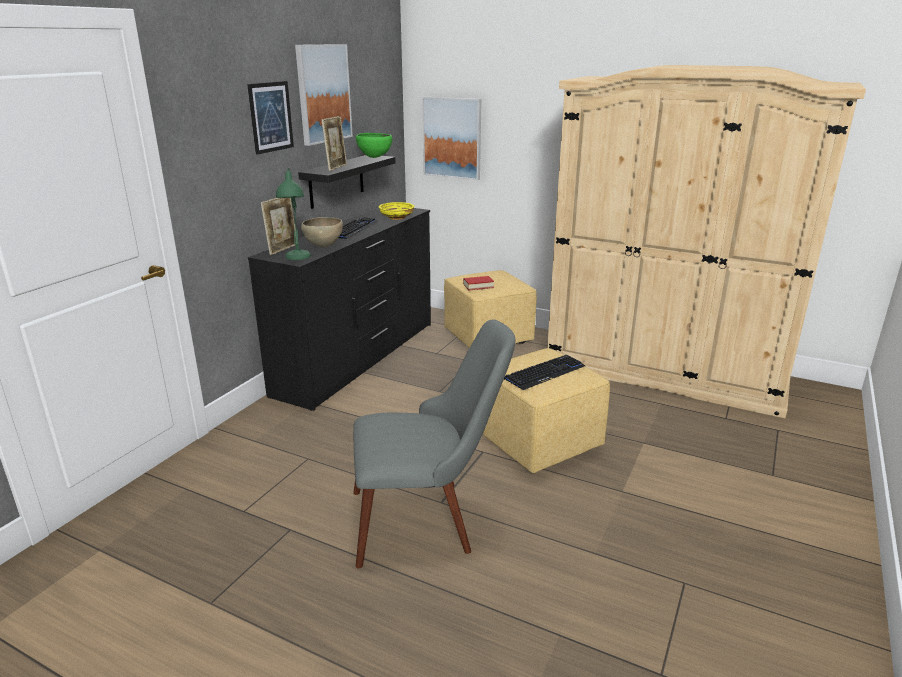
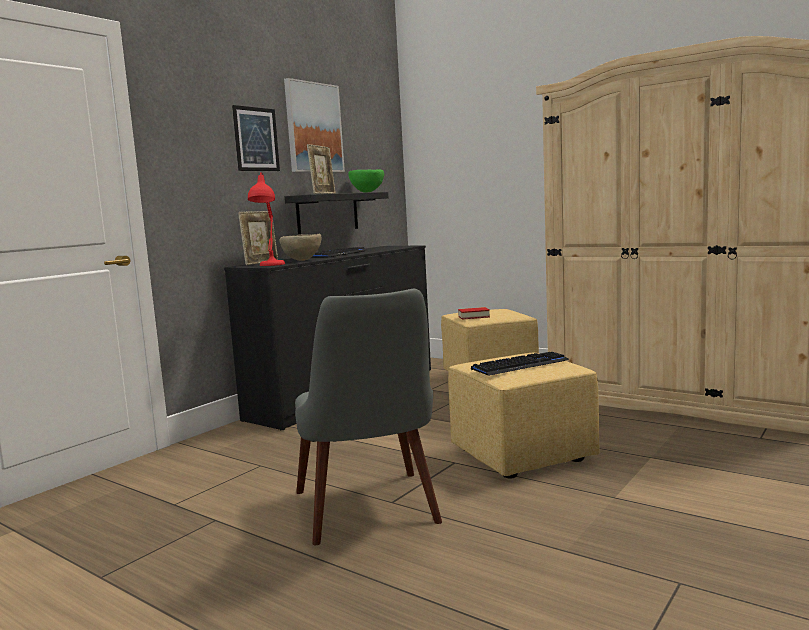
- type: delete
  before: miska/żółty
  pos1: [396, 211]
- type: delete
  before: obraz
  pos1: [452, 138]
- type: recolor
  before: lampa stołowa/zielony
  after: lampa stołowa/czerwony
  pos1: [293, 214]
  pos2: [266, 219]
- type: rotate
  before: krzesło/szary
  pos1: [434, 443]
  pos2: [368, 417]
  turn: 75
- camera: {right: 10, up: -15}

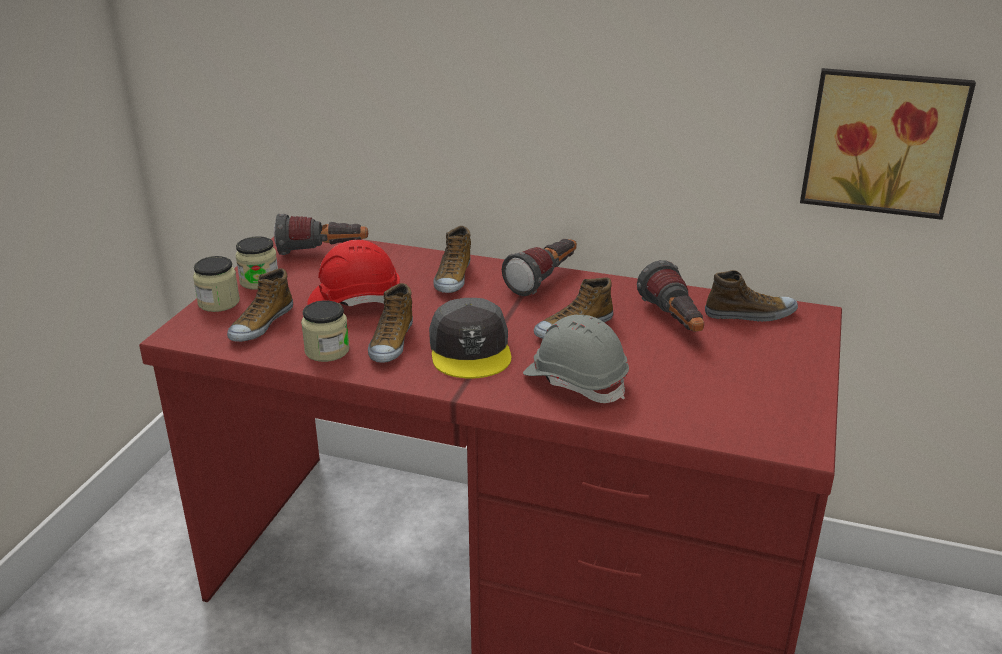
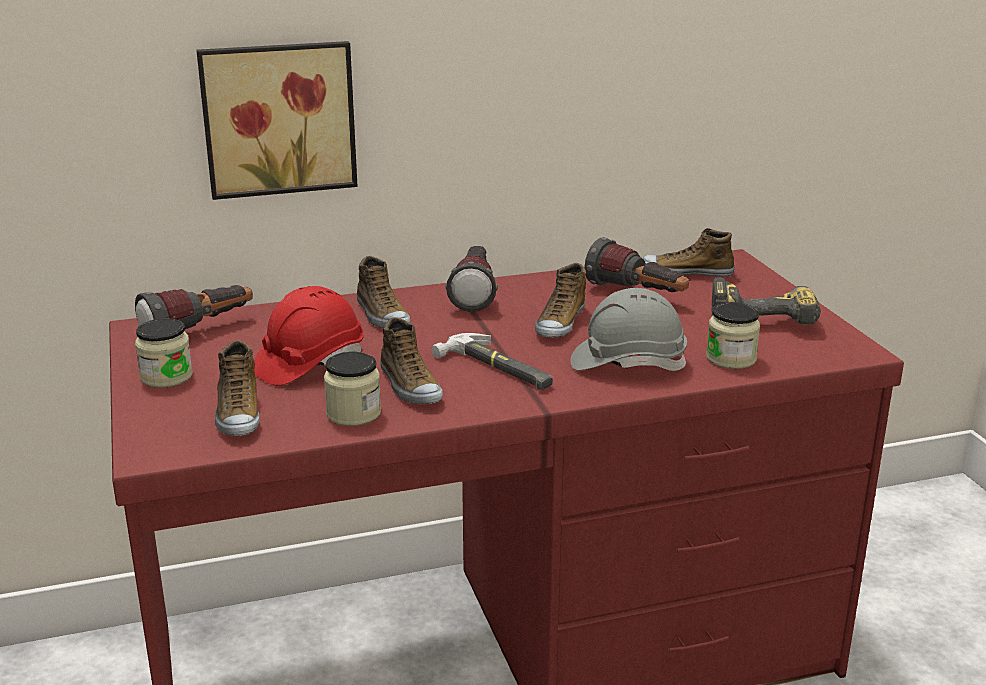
- type: insert
  after: wiertarka
  pos2: [766, 301]
- type: move
  before: słoik
  pos1: [216, 284]
  pos2: [733, 335]
- type: move
  before: obraz
  pos1: [888, 144]
  pos2: [277, 120]
- type: replace
  before: czapka z daszkiem/szary
  after: młotek
  pos1: [470, 338]
  pos2: [492, 361]
- type: rotate
  before: but
  pos1: [751, 296]
  pos2: [688, 252]
  turn: -135
- camera: {right: -35, up: -5}

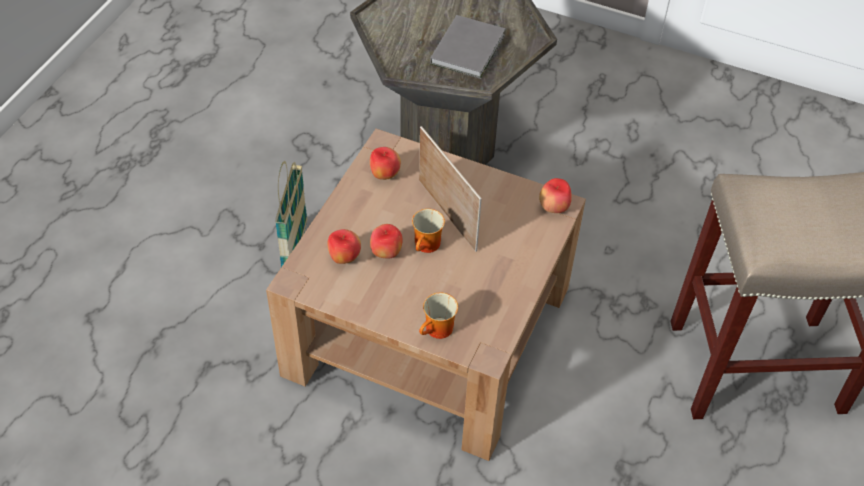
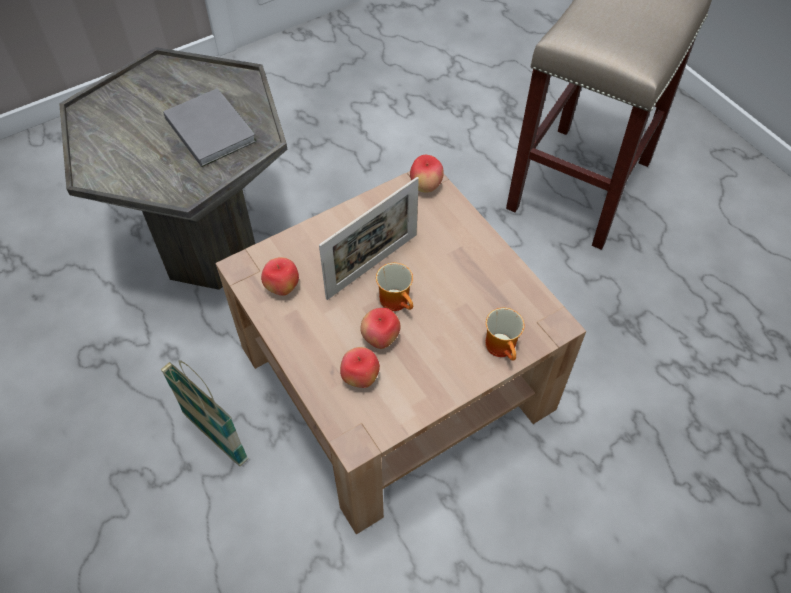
- type: rotate
  before: ramka na zdjęcie
  pos1: [450, 189]
  pos2: [369, 238]
  turn: 135
- camera: {right: -55, up: 5}

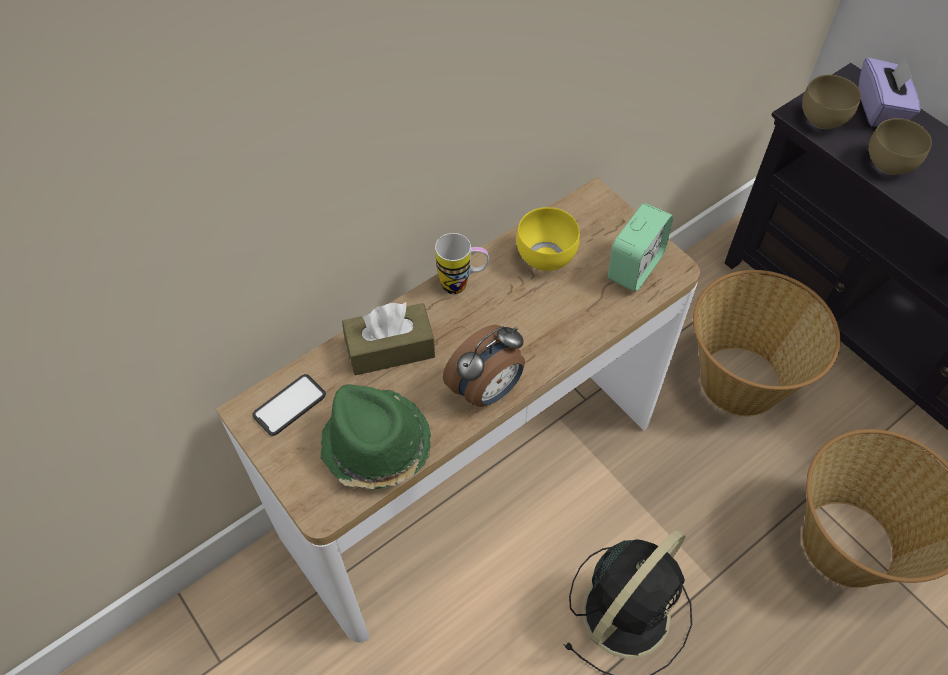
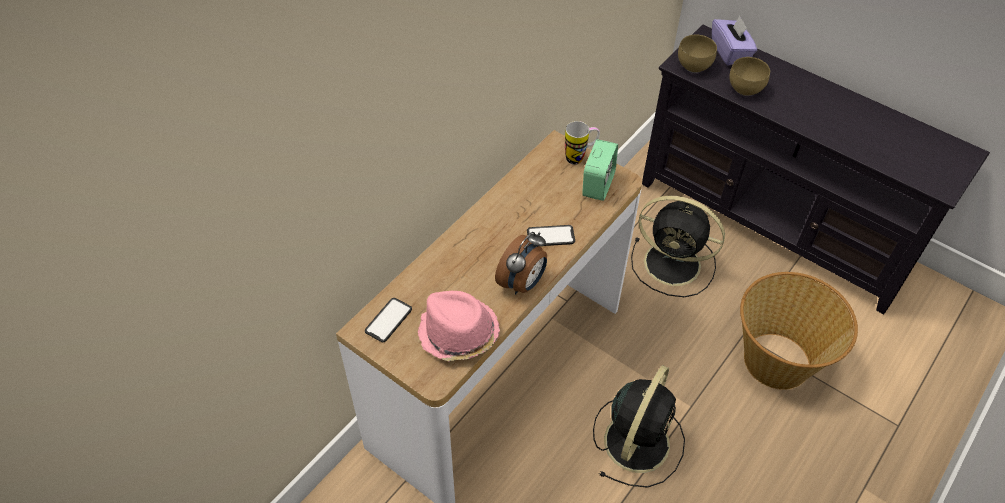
- type: delete
  before: pudełko chusteczek/brązowy
  pos1: [388, 339]
- type: delete
  before: miska/żółty
  pos1: [548, 239]
- type: insert
  after: telefon
  pos2: [551, 235]
- type: move
  before: kubek
  pos1: [462, 263]
  pos2: [582, 143]
- type: replace
  before: koszyk
  after: wentylator/czarny
  pos1: [766, 343]
  pos2: [678, 246]
- type: recolor
  before: kapelusz/zielony
  after: kapelusz/różowy
  pos1: [375, 436]
  pos2: [459, 326]
- camera: {right: -15, up: -5}

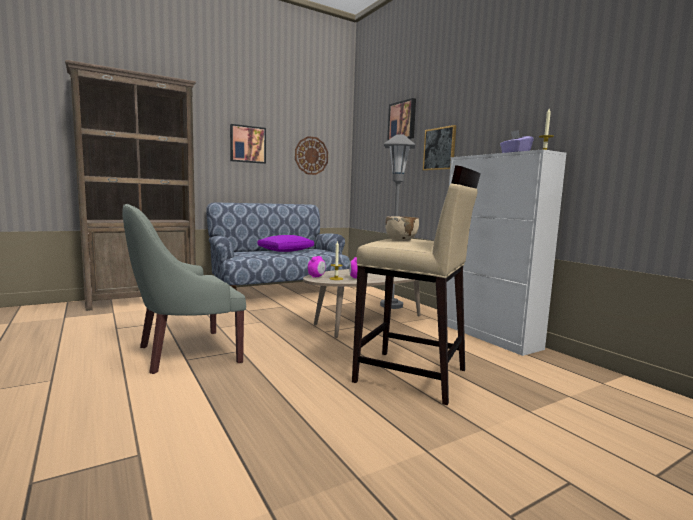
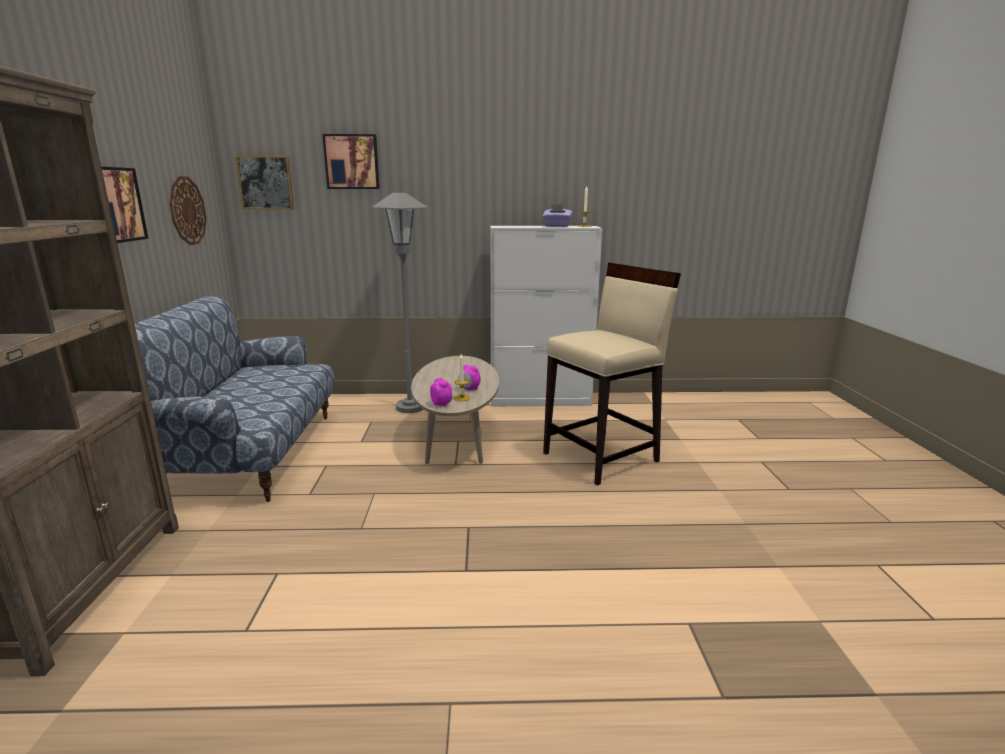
- type: delete
  before: fotel/szary
  pos1: [184, 289]
- type: delete
  before: poduszka/fioletowy
  pos1: [286, 243]
- type: delete
  before: miska/beżowy
  pos1: [402, 228]
- type: move
  before: obraz
  pos1: [439, 148]
  pos2: [264, 182]
- camera: {right: -60, up: 10}

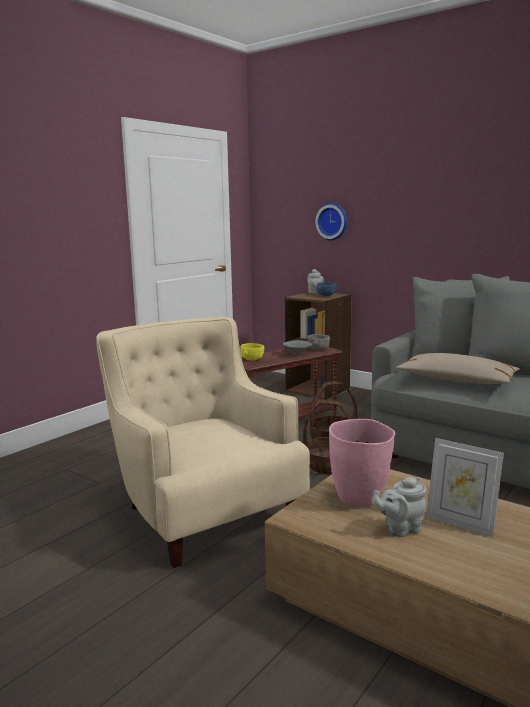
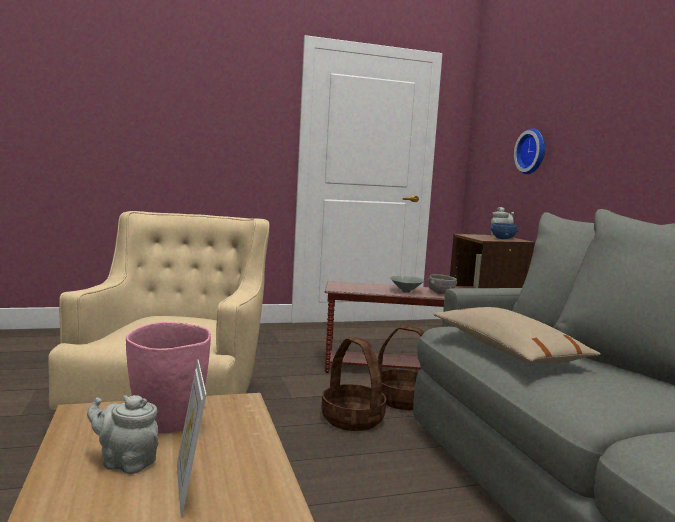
- type: delete
  before: miska/żółty
  pos1: [252, 352]
- camera: {right: 35, up: -5}

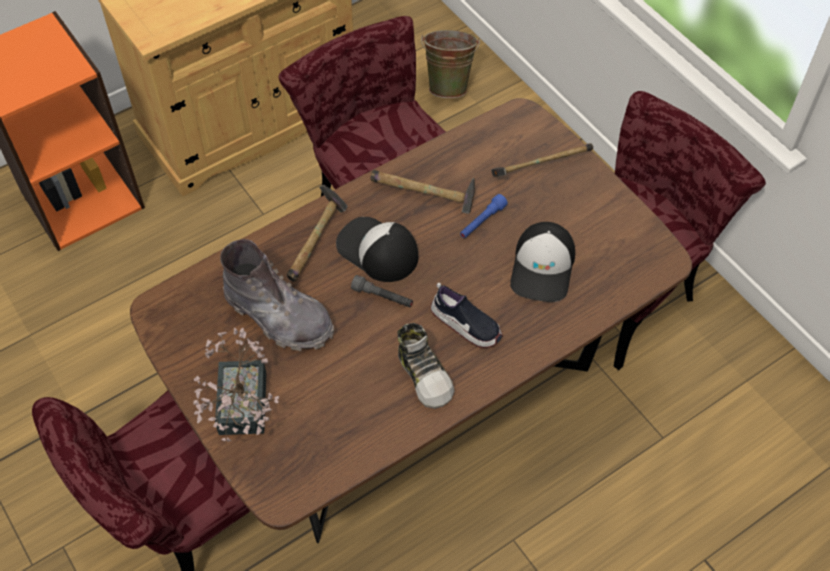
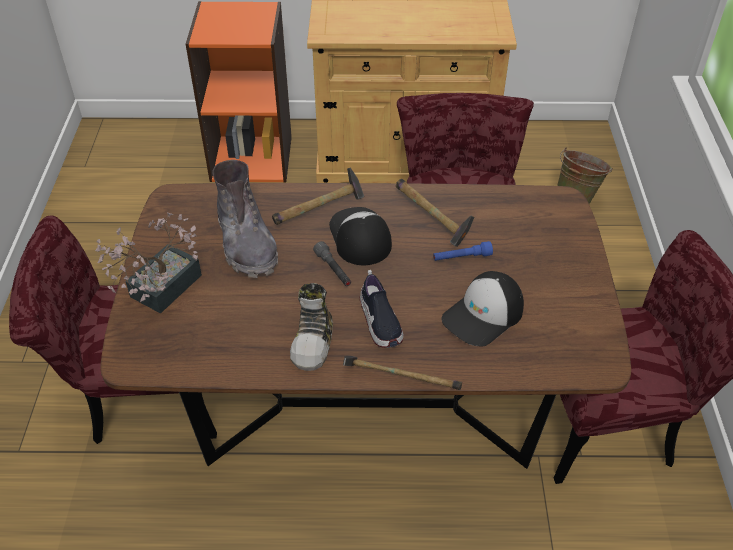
- type: move
  before: młotek
  pos1: [542, 159]
  pos2: [402, 373]
- camera: {right: 35, up: -10}

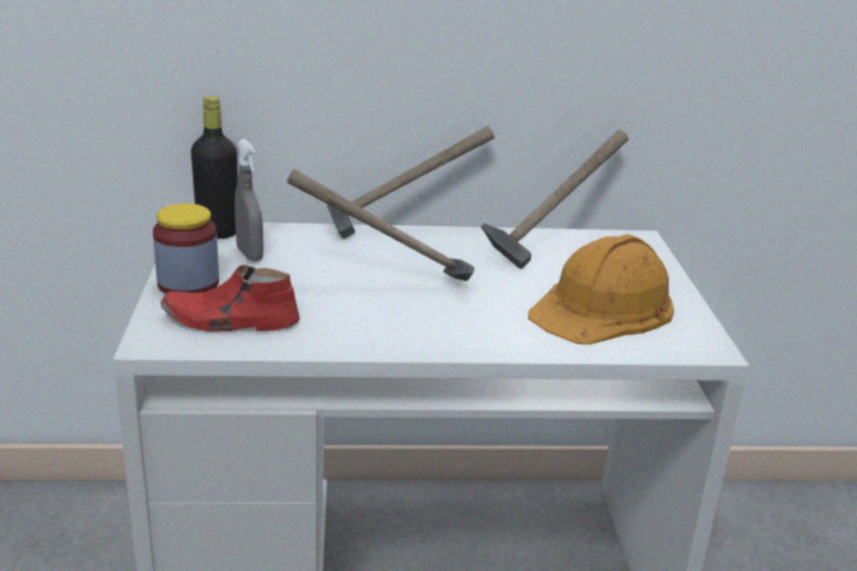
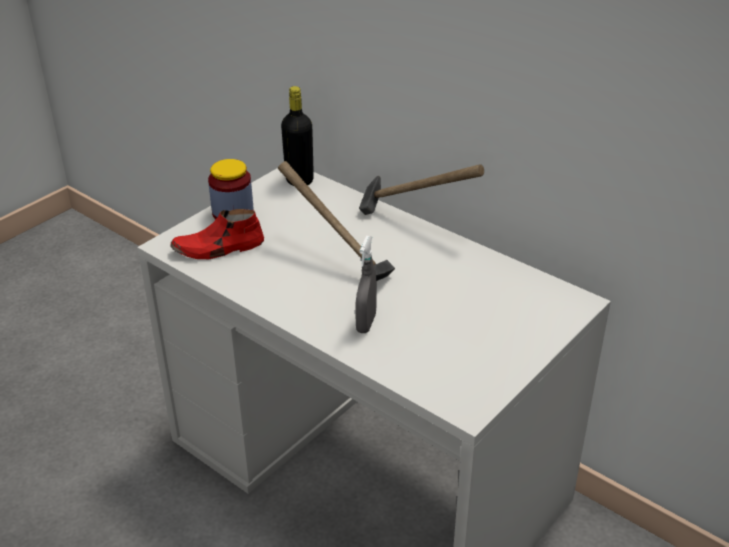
- type: delete
  before: młotek
  pos1: [554, 199]
- type: delete
  before: kask/pomarańczowy
  pos1: [601, 289]
- type: move
  before: spryskiwacz/szary
  pos1: [249, 200]
  pos2: [366, 284]
- type: rotate
  before: but/czerwony
  pos1: [230, 298]
  pos2: [217, 234]
  turn: -60
- camera: {right: 45, up: 10}

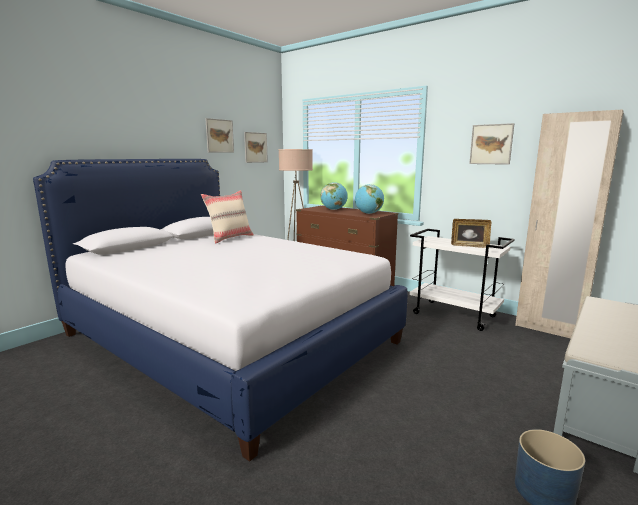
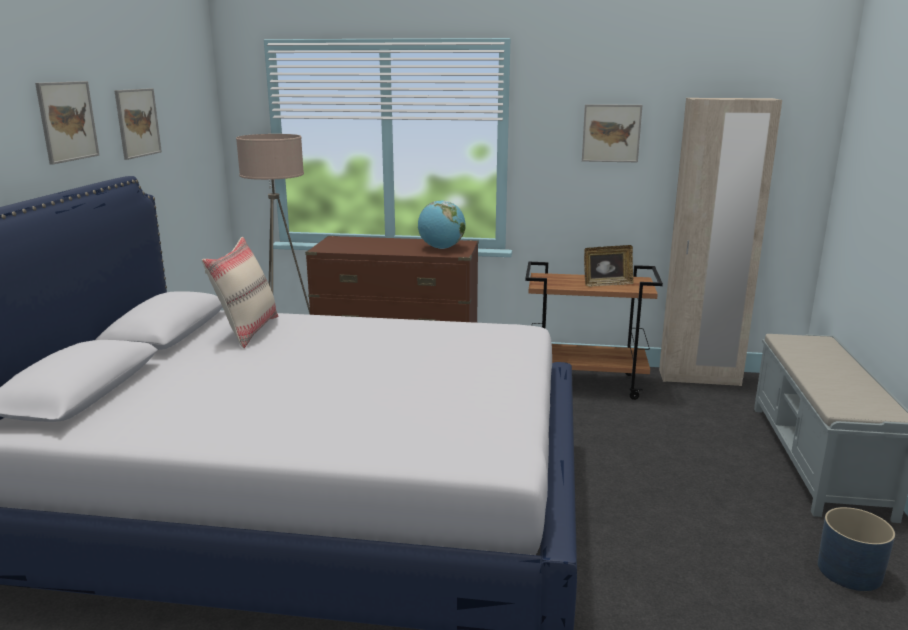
- type: delete
  before: globus
  pos1: [334, 196]
- type: move
  before: obraz
  pos1: [256, 147]
  pos2: [67, 123]
- type: recolor
  before: wózek/biały
  after: wózek/brązowy
  pos1: [462, 280]
  pos2: [594, 331]
- camera: {right: -30, up: 5}

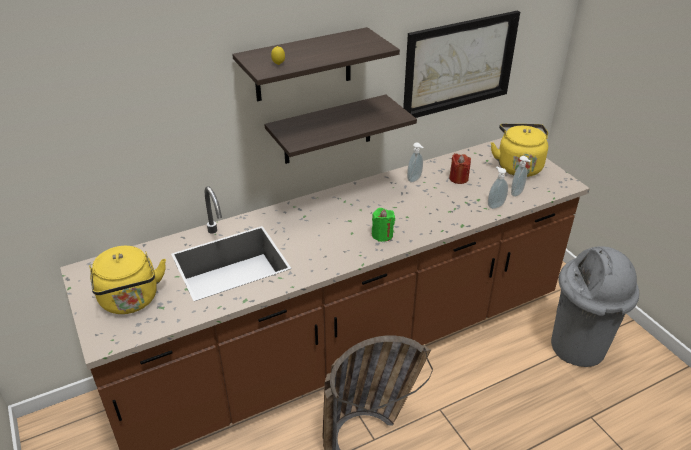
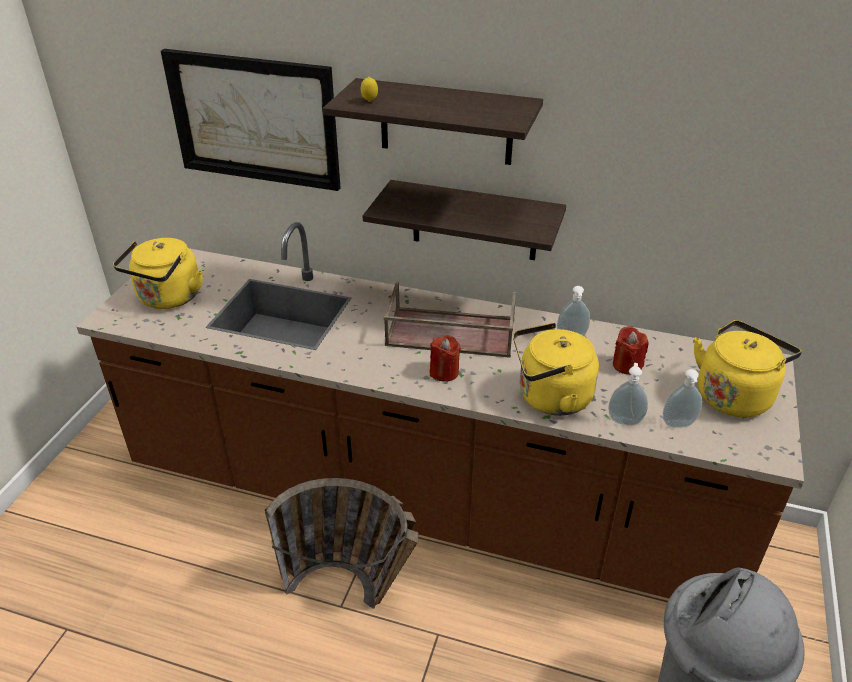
- type: insert
  after: taca/brązowy
  pos2: [450, 320]
- type: insert
  after: czajnik/żółty
  pos2: [556, 369]
- type: move
  before: obraz
  pos1: [461, 64]
  pos2: [250, 120]
- type: recolor
  before: świeca/zielony
  after: świeca/czerwony
  pos1: [383, 225]
  pos2: [445, 358]
- camera: {right: 45, up: 0}

